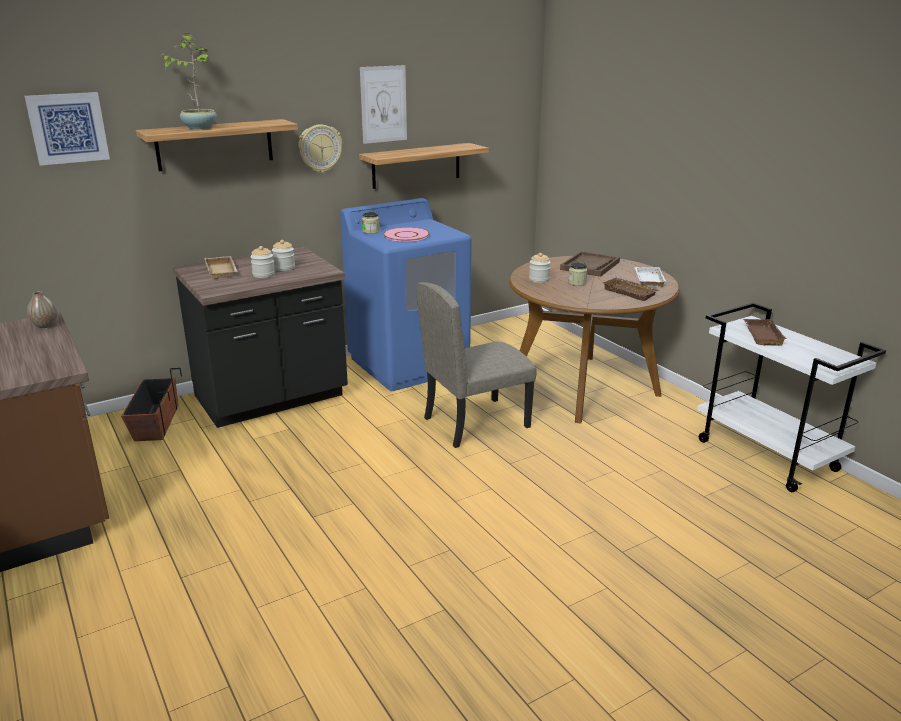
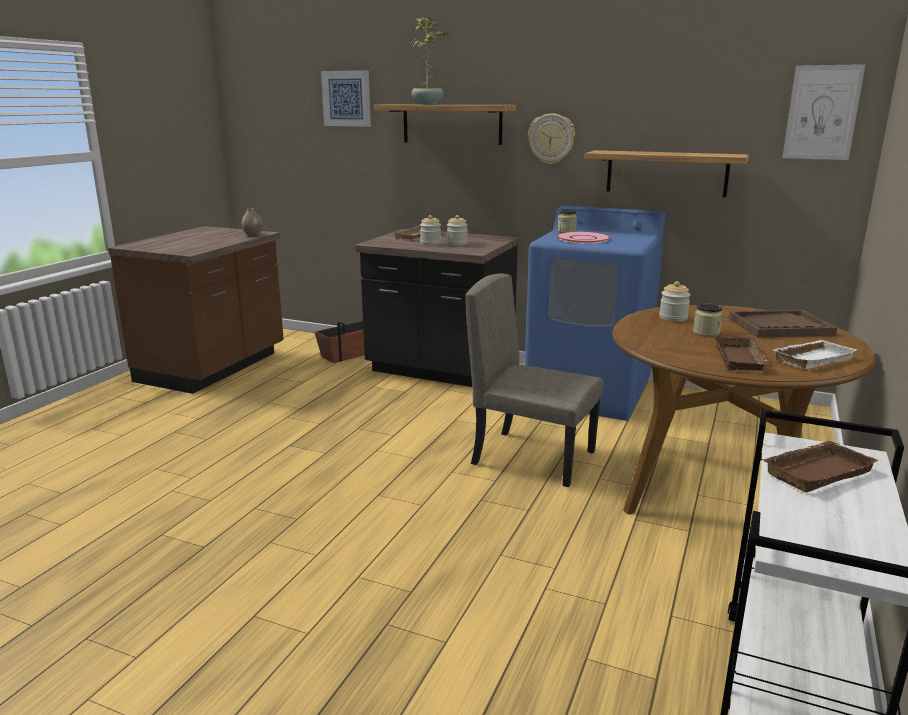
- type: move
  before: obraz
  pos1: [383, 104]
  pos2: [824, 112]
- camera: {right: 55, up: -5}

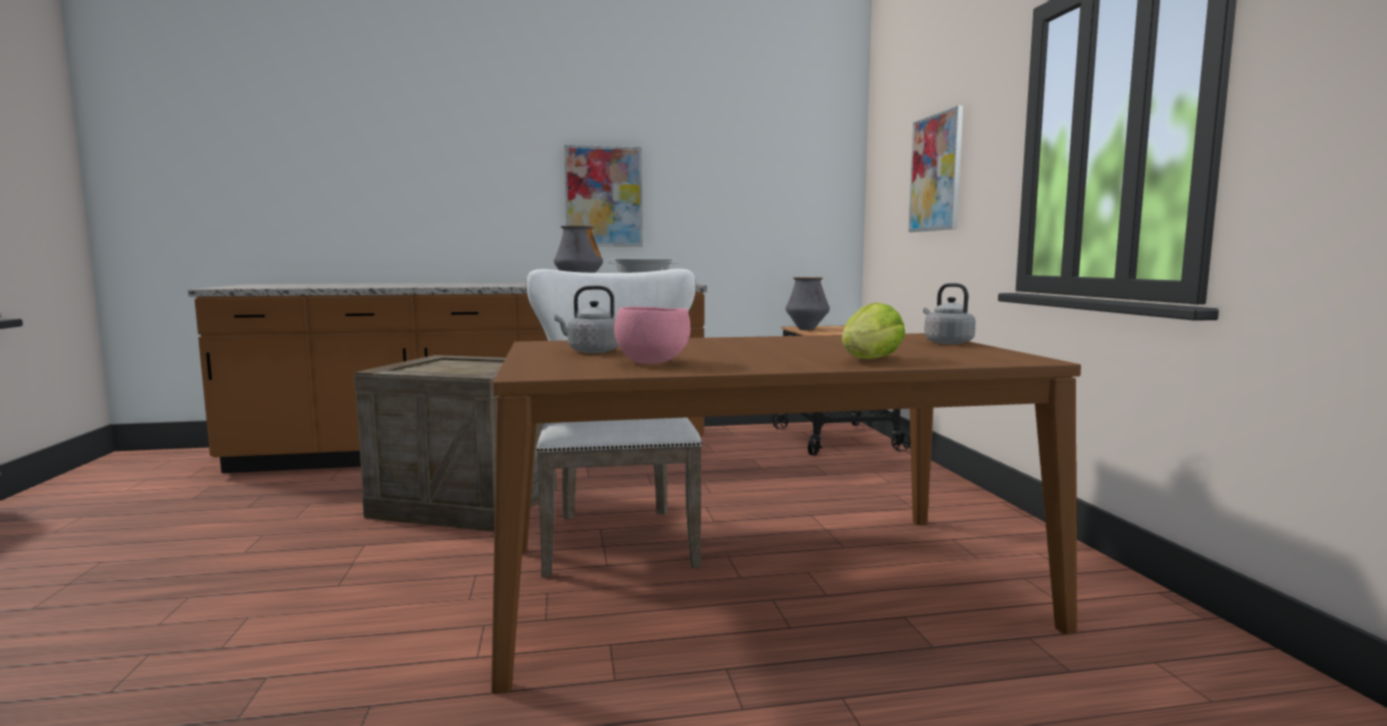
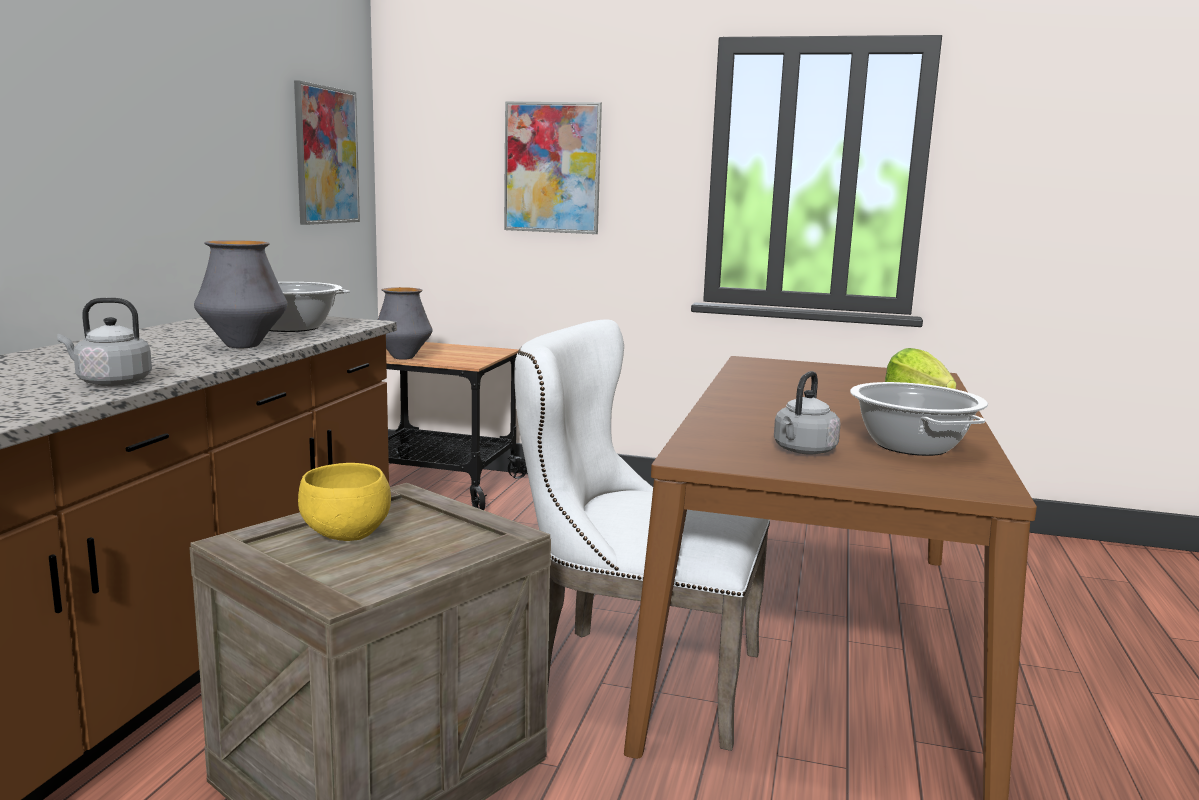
- type: insert
  after: miska/żółty
  pos2: [344, 502]
- type: move
  before: obraz
  pos1: [603, 195]
  pos2: [327, 153]
- type: move
  before: czajnik/szary
  pos1: [949, 314]
  pos2: [104, 342]
- type: replace
  before: miska/różowy
  after: garnek
  pos1: [652, 335]
  pos2: [919, 419]
- camera: {right: -65, up: 5}

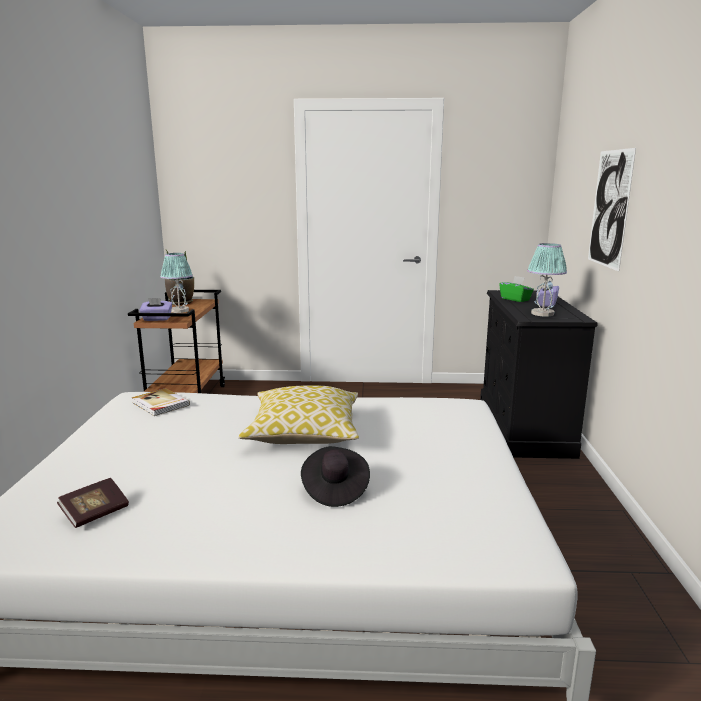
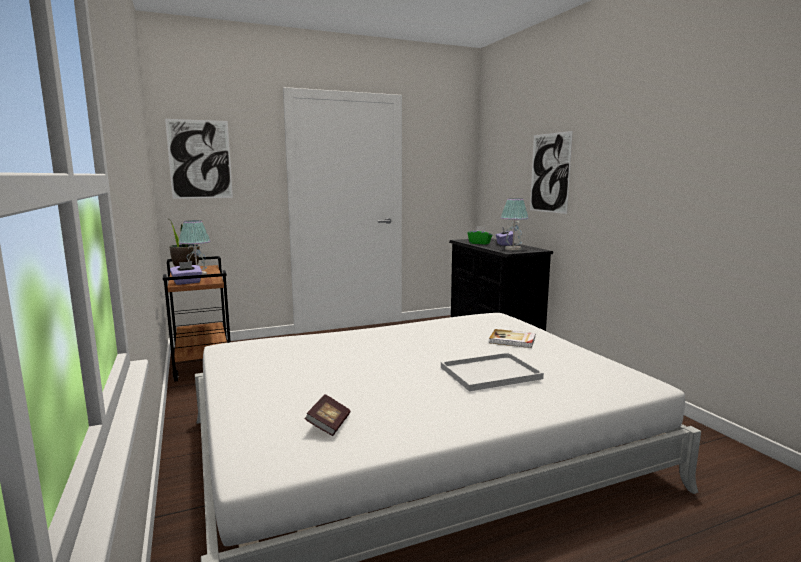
- type: delete
  before: poduszka
  pos1: [298, 414]
- type: insert
  after: obraz
  pos2: [199, 159]
- type: move
  before: książka
  pos1: [161, 402]
  pos2: [512, 338]
- type: replace
  before: kapelusz/czarny
  after: taca/biały
  pos1: [335, 476]
  pos2: [492, 371]
- camera: {right: -25, up: -5}

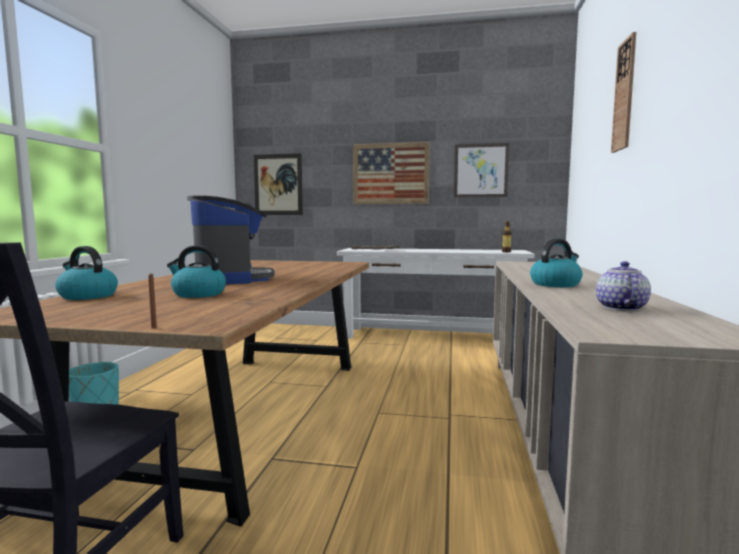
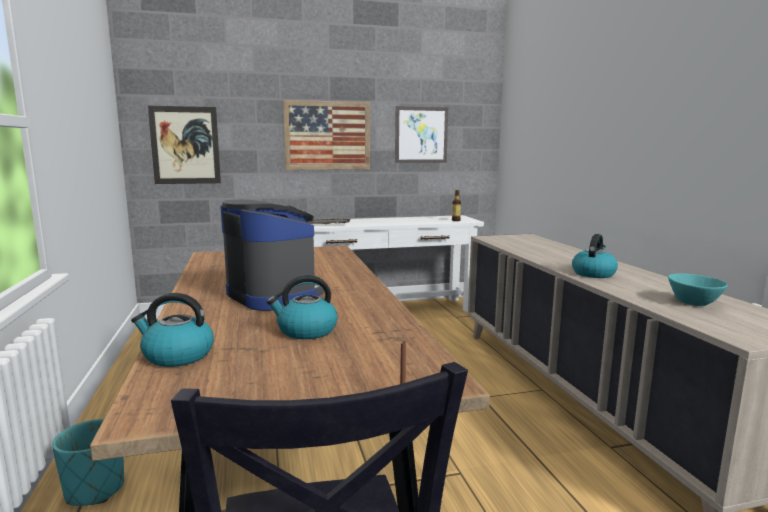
- type: delete
  before: zegar ścienny
  pos1: [623, 92]
- type: replace
  before: imbryk
  after: miska/turkusowy
  pos1: [623, 286]
  pos2: [698, 289]
- camera: {right: -25, up: 5}

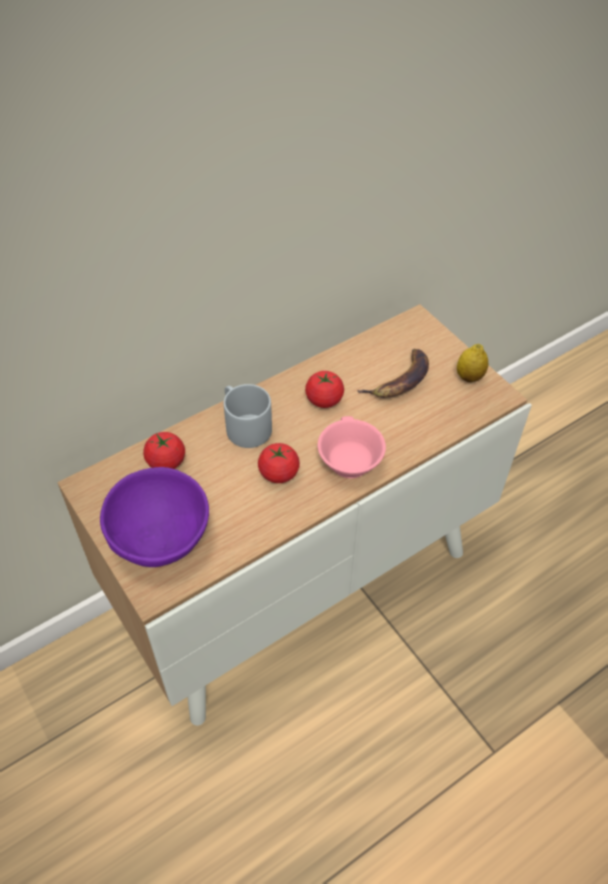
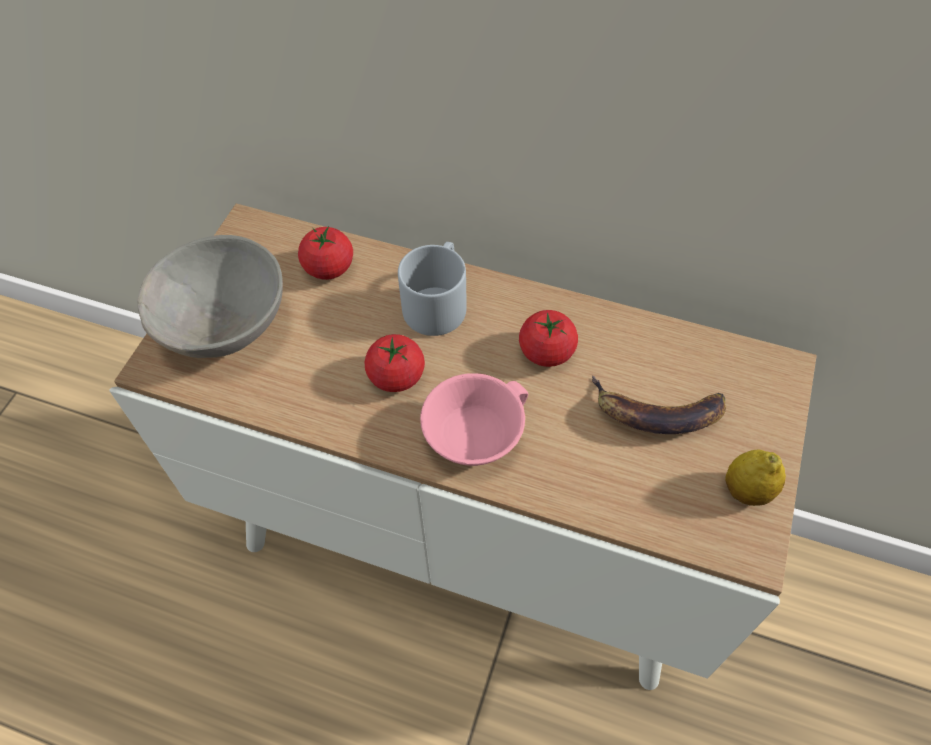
- type: recolor
  before: miska/fioletowy
  after: miska/szary
  pos1: [154, 517]
  pos2: [210, 296]
- camera: {right: 55, up: 5}

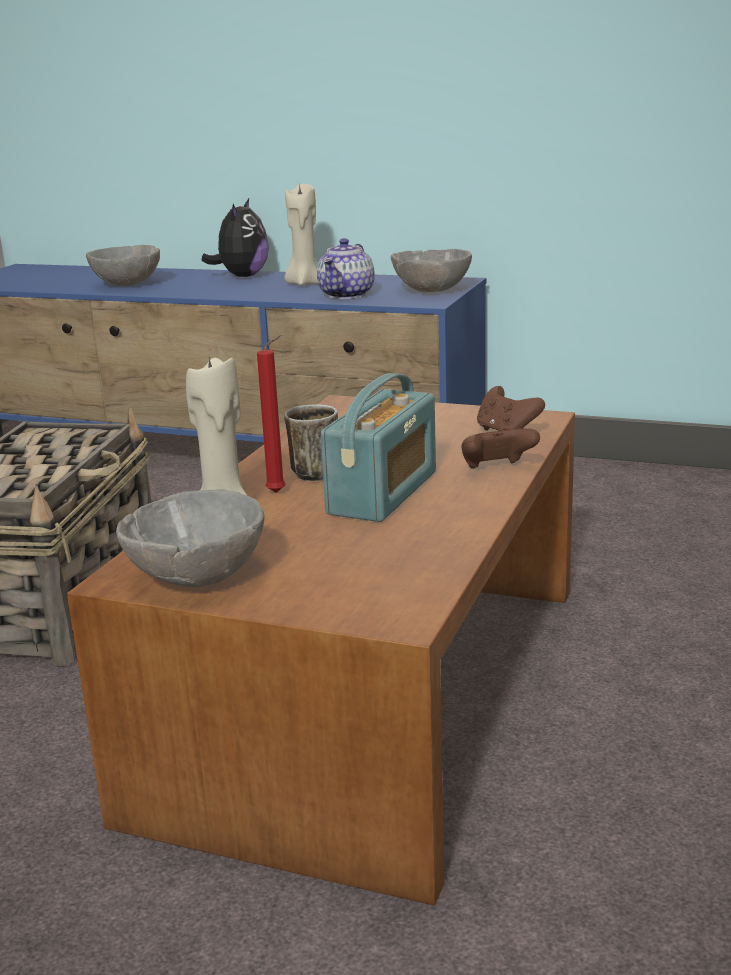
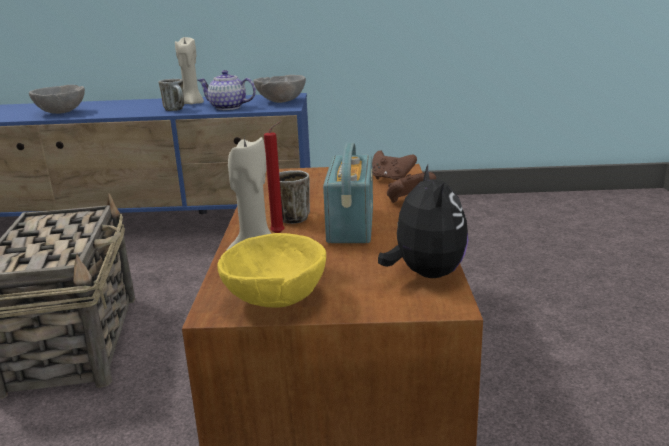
- type: insert
  after: kubek
  pos2: [171, 95]
- type: move
  before: pluszak
  pos1: [235, 238]
  pos2: [423, 221]
- type: recolor
  before: miska/szary
  after: miska/żółty
  pos1: [190, 538]
  pos2: [271, 270]
- type: rotate
  before: imbryk
  pos1: [346, 268]
  pos2: [227, 90]
  turn: 105
- camera: {right: -20, up: 0}

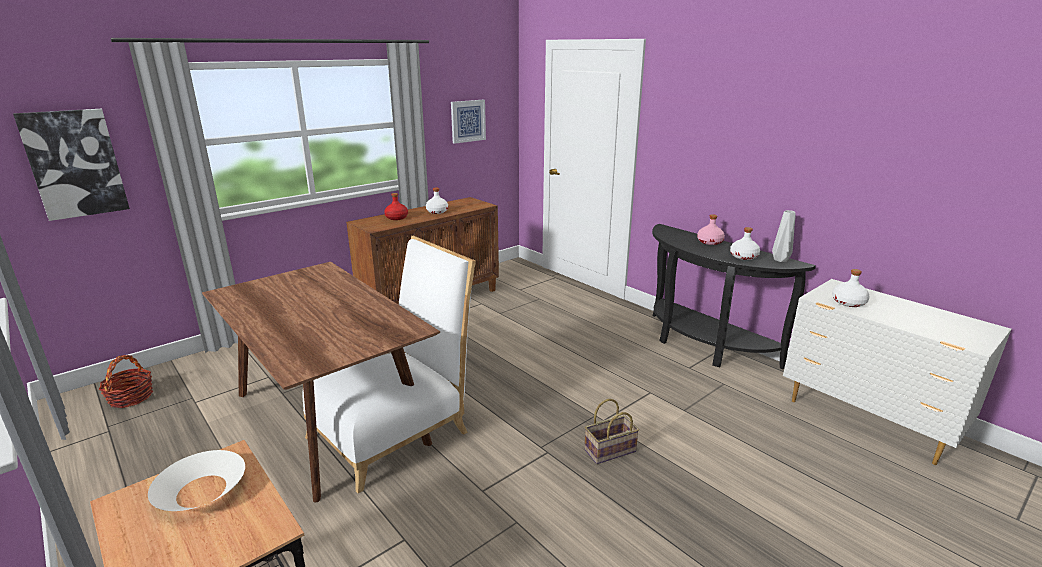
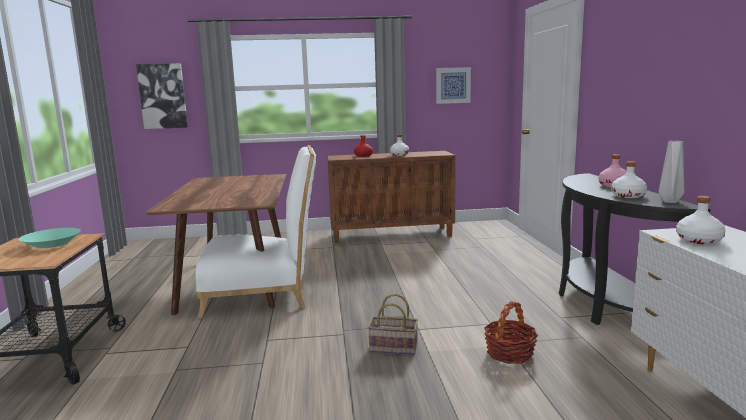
- type: move
  before: koszyk
  pos1: [126, 381]
  pos2: [511, 332]
- type: recolor
  before: miska/biały
  after: miska/turkusowy
  pos1: [196, 480]
  pos2: [49, 238]
- camera: {right: 35, up: -10}

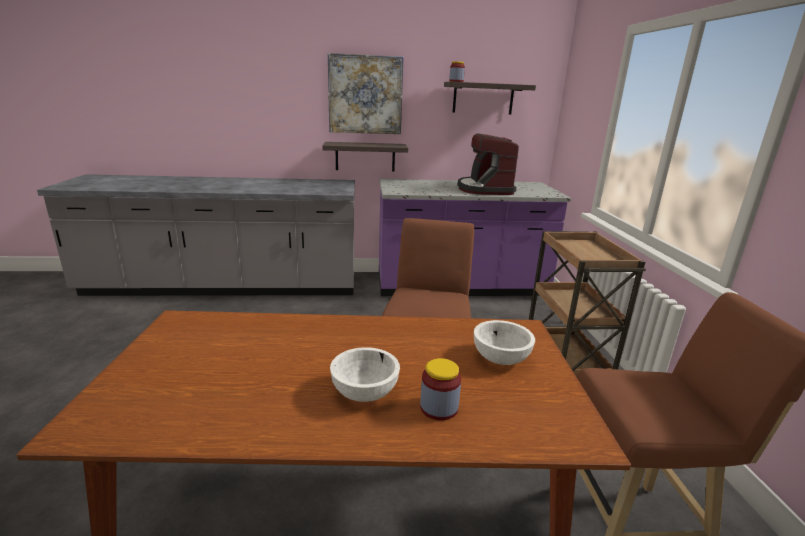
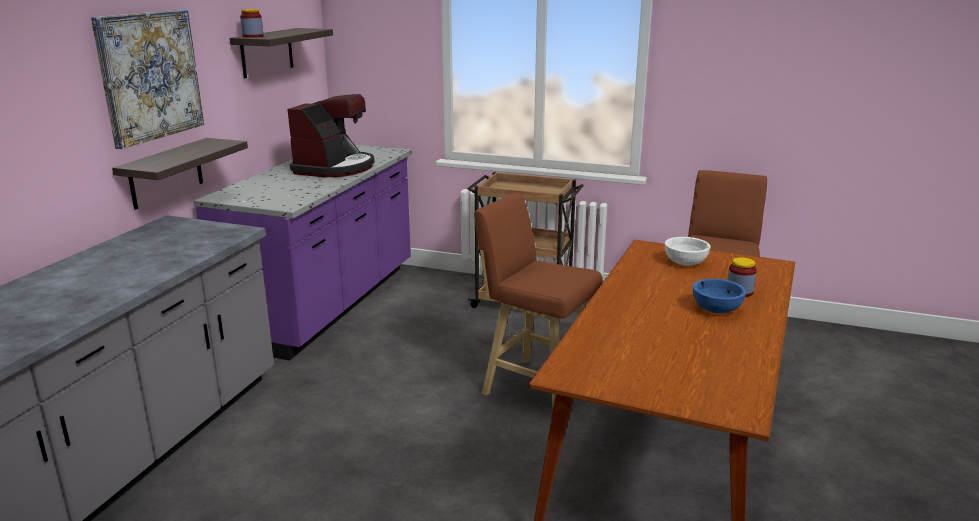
- type: recolor
  before: miska/biały
  after: miska/niebieski
  pos1: [365, 374]
  pos2: [719, 295]
- type: rotate
  before: ekspres do kawy
  pos1: [488, 164]
  pos2: [331, 135]
  turn: -90
- camera: {right: -65, up: 0}

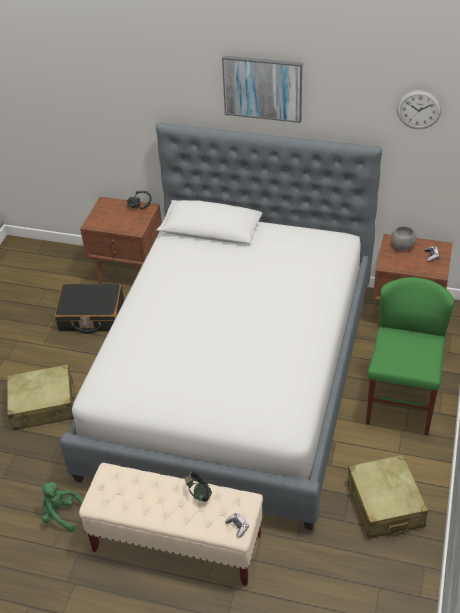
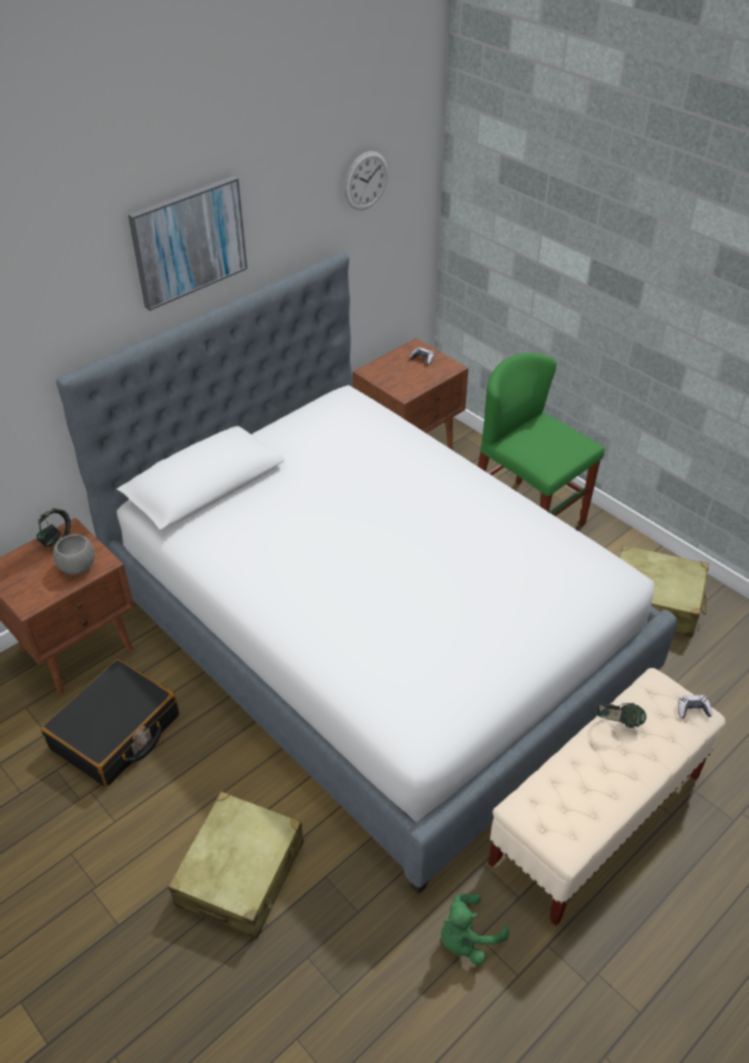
- type: move
  before: miska/szary
  pos1: [403, 238]
  pos2: [74, 554]
- camera: {right: -60, up: 0}

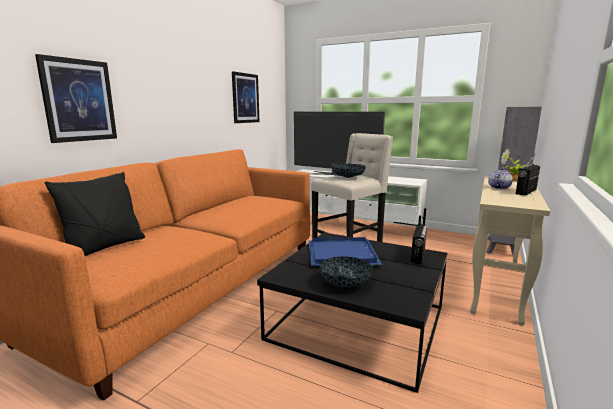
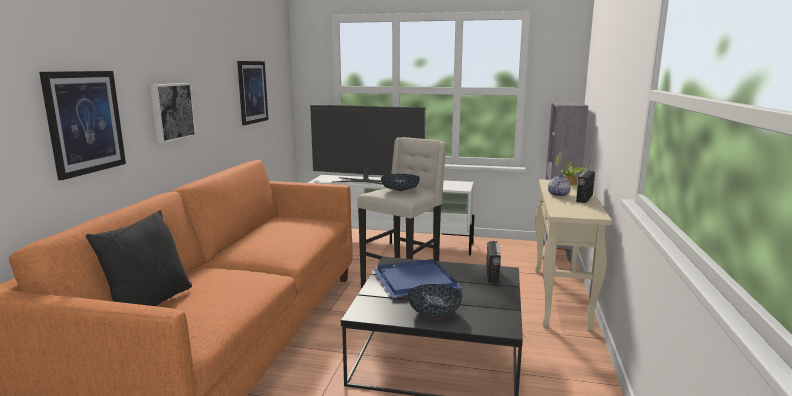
- type: insert
  after: obraz
  pos2: [173, 113]
- camera: {right: -15, up: 0}

